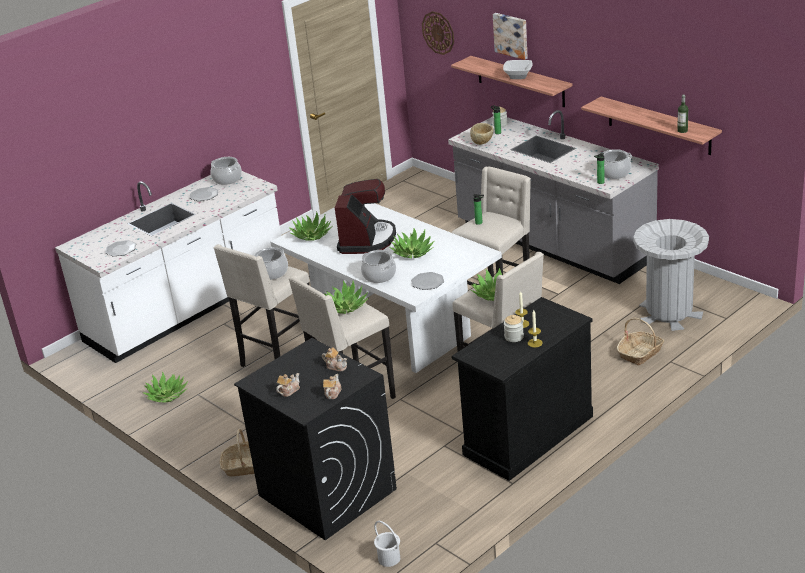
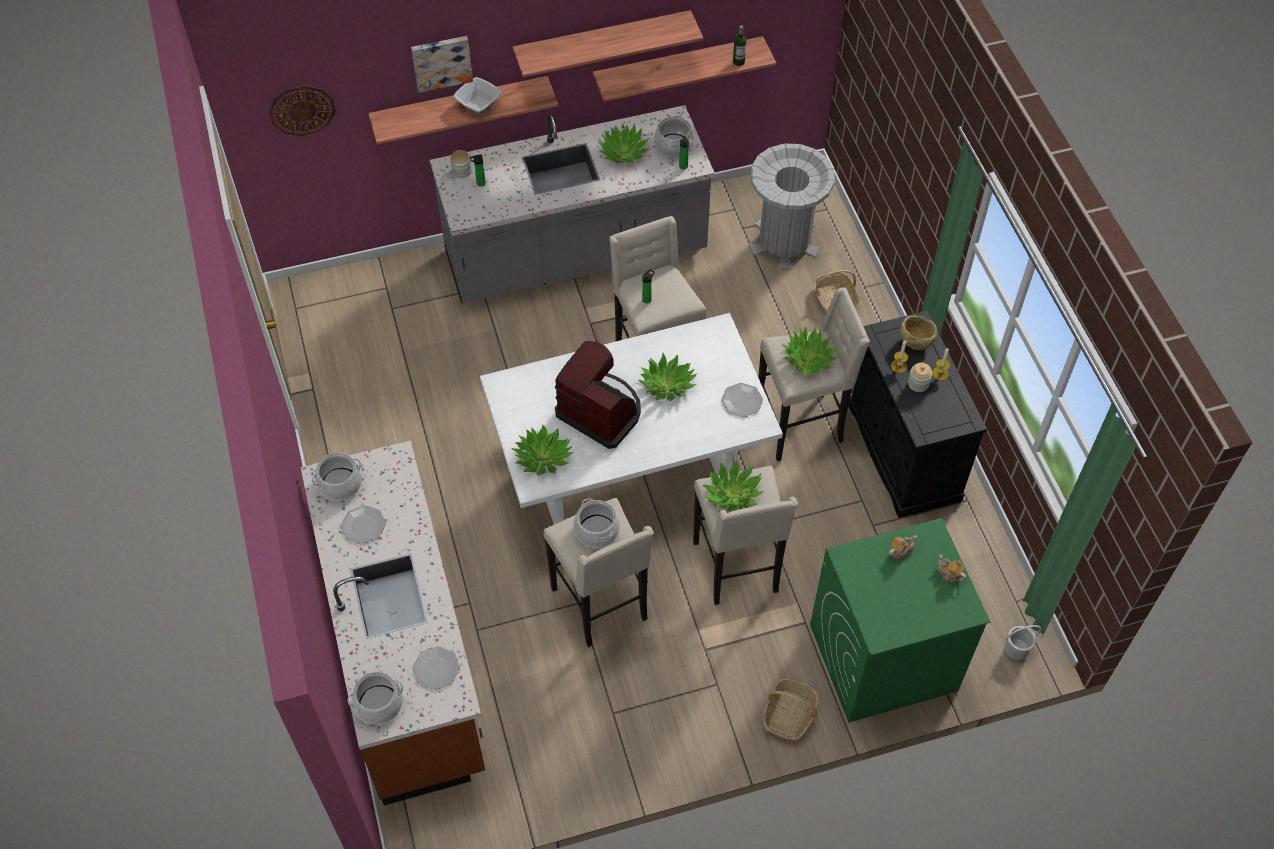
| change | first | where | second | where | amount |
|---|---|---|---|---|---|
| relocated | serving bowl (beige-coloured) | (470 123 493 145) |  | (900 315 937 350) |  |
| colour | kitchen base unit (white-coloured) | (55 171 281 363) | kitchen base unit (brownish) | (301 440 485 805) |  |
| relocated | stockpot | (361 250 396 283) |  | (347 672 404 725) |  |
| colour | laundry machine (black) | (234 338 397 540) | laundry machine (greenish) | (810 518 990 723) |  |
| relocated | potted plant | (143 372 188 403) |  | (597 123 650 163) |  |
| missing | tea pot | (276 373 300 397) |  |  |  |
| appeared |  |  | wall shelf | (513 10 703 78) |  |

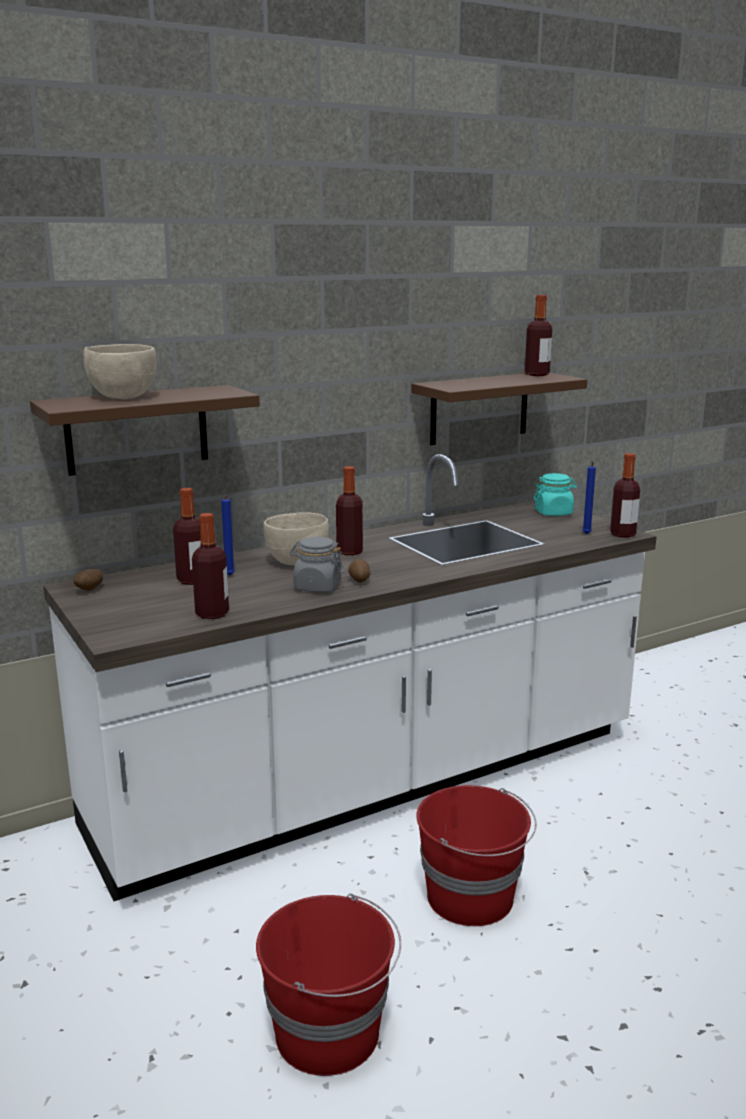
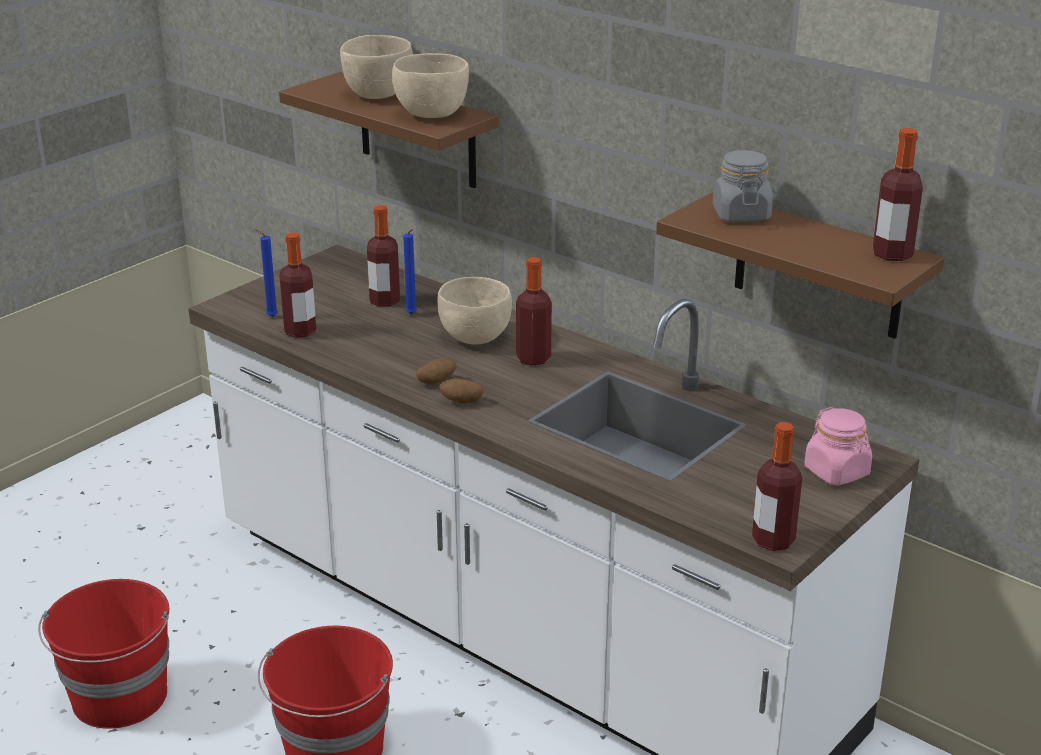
| change | first | where | second | where | amount |
|---|---|---|---|---|---|
| relocated | wax candle (blue-coloured) | (582 461 596 534) |  | (254 229 278 317) |  |
| colour | jar (blue-green) | (534 473 577 516) | jar (pinkish) | (805 407 872 486) |  |
| relocated | jar (greyish) | (290 537 344 592) |  | (713 150 773 222) |  |
| relocated | spud | (73 569 103 591) |  | (439 378 483 404) |  |
| appeared |  |  | serving bowl (beige-coloured) | (392 53 469 118) |  |

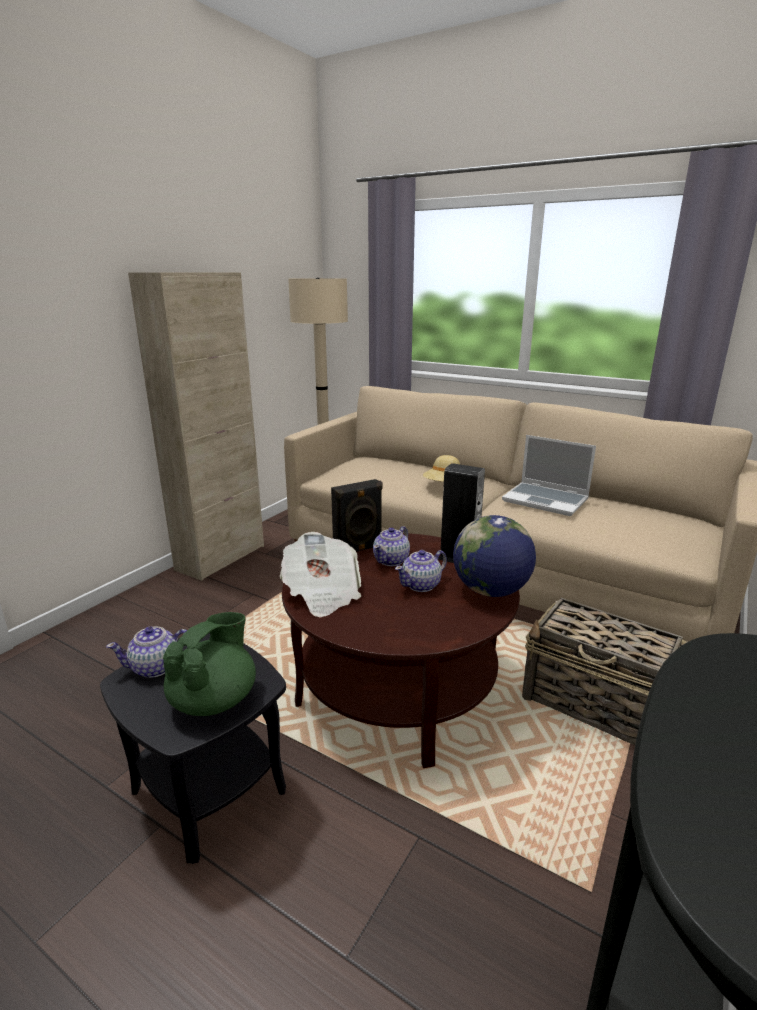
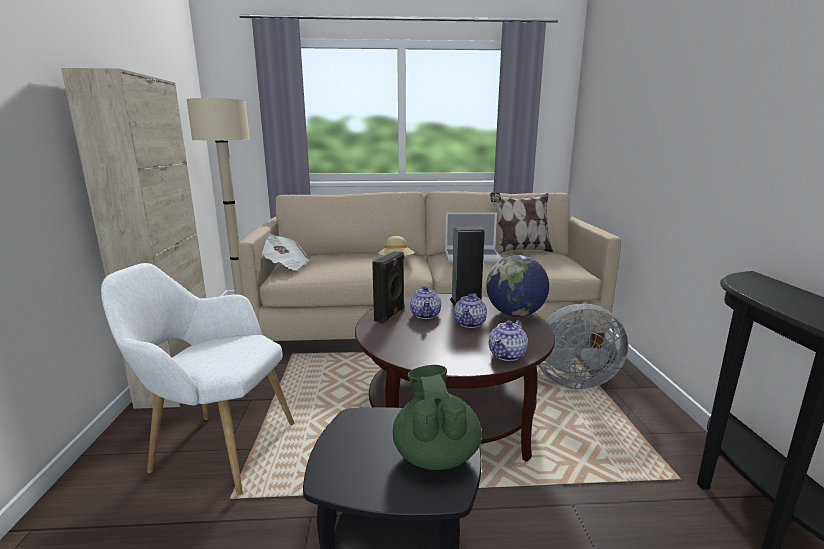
| change | first | where | second | where | amount |
|---|---|---|---|---|---|
| relocated | daily paper | (280 532 361 617) |  | (262 234 309 270) |  |
| exchanged | basket | (522 598 687 745) | electric fan (greyish) | (538 303 628 390) |  |
| relocated | tea pot | (106 626 187 678) |  | (489 320 528 361) |  |
| appeared |  |  | throw pillow | (490 192 553 254) |  |
| appeared |  |  | easy chair (white-coloured) | (101 263 294 496) |  |

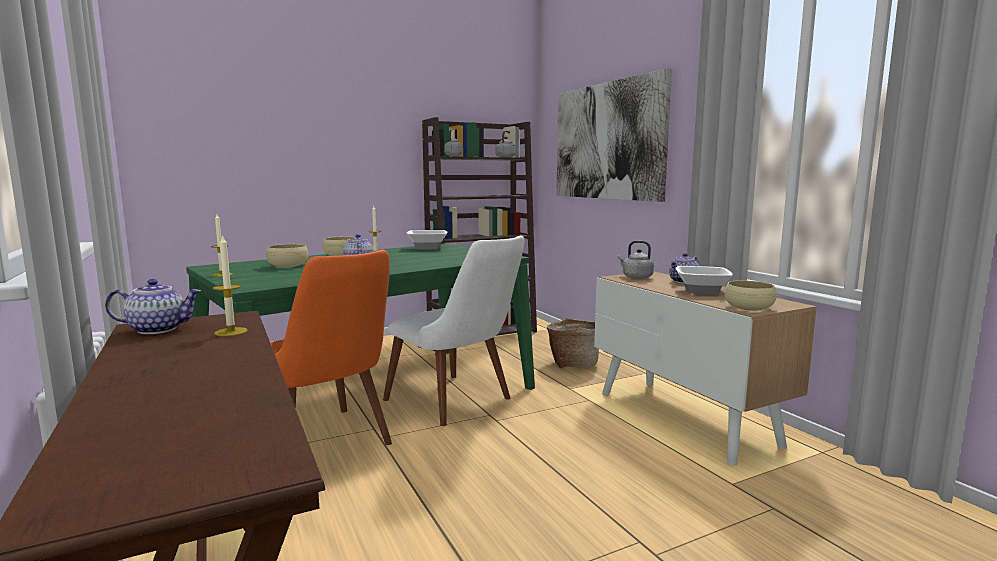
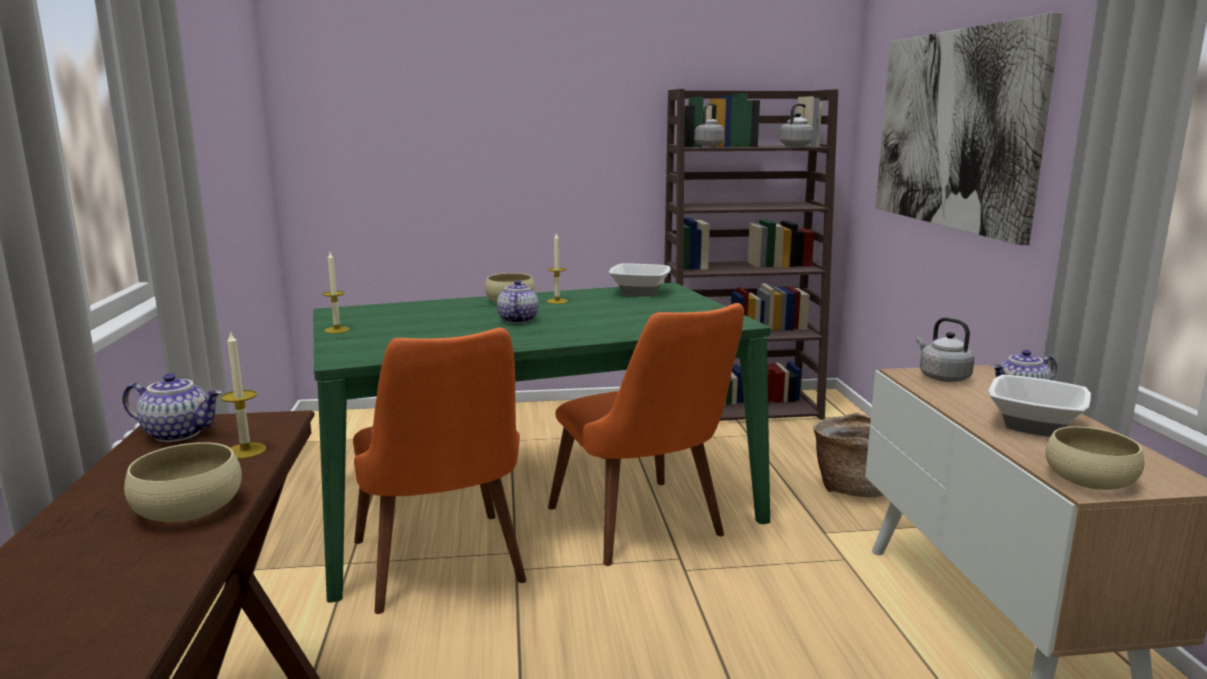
| change | first | where | second | where | amount |
|---|---|---|---|---|---|
| colour | plain chair (white-coloured) | (383 235 524 426) | plain chair (orange) | (548 303 744 566) |  |
| relocated | serving bowl (beige-coloured) | (266 244 309 267) |  | (124 442 242 522) |  |

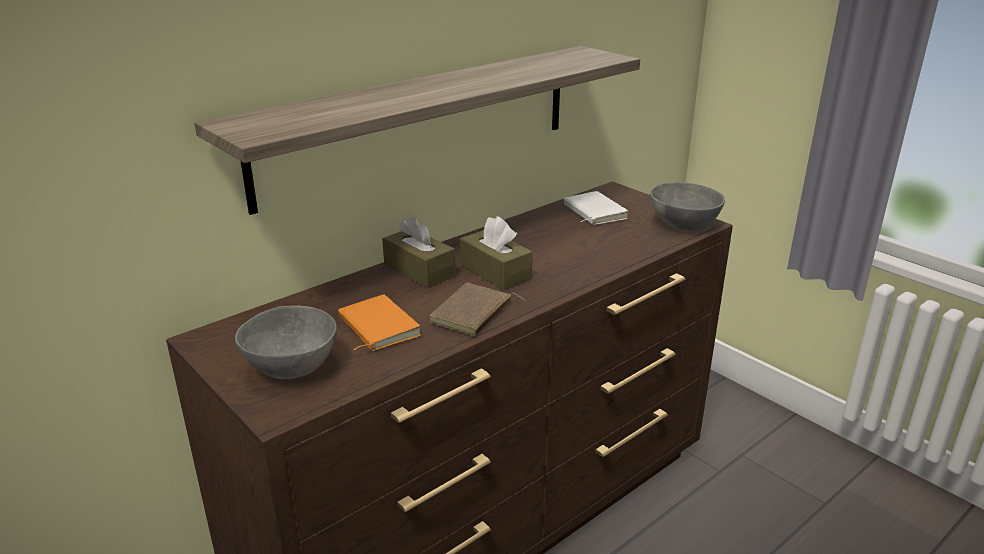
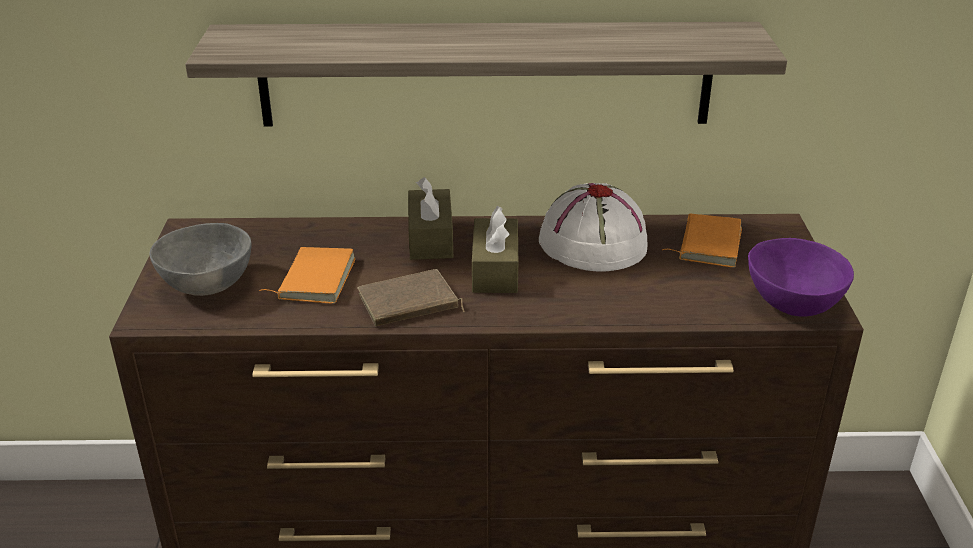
| change | first | where | second | where | amount |
|---|---|---|---|---|---|
| colour | serving bowl (greyish) | (650 182 725 231) | serving bowl (purple) | (748 238 854 317) |  |
| colour | volume (white-coloured) | (564 191 628 225) | volume (orange) | (662 214 742 268) |  |
| appeared |  |  | hat (white-coloured) | (539 183 648 272) |  |

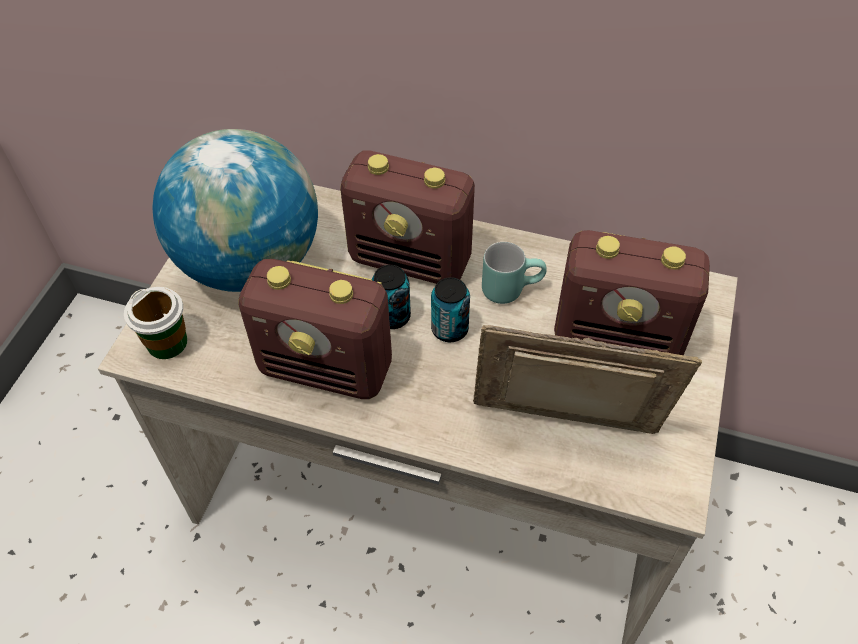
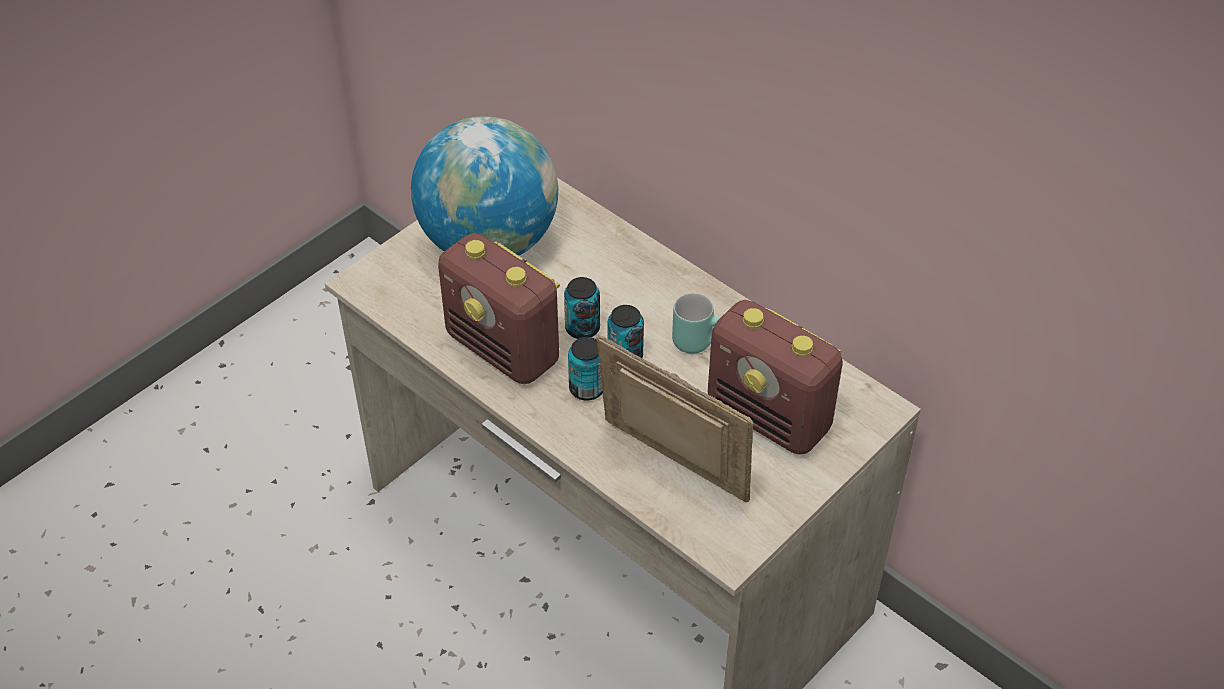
| change | first | where | second | where | amount |
|---|---|---|---|---|---|
| missing | radio receiver | (340 150 475 284) |  |  |  |
| missing | cup | (124 287 187 359) |  |  |  |
| appeared |  |  | sealed can | (568 337 603 401) |  |

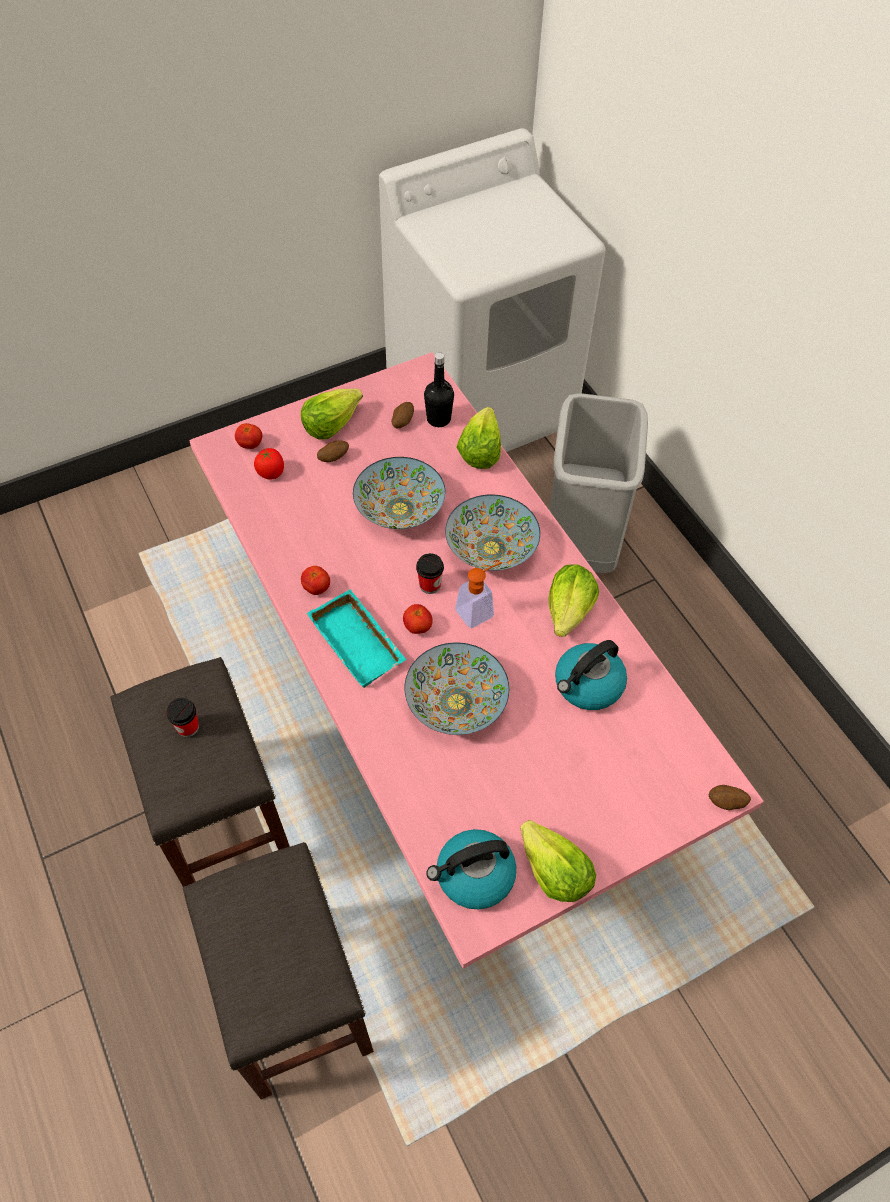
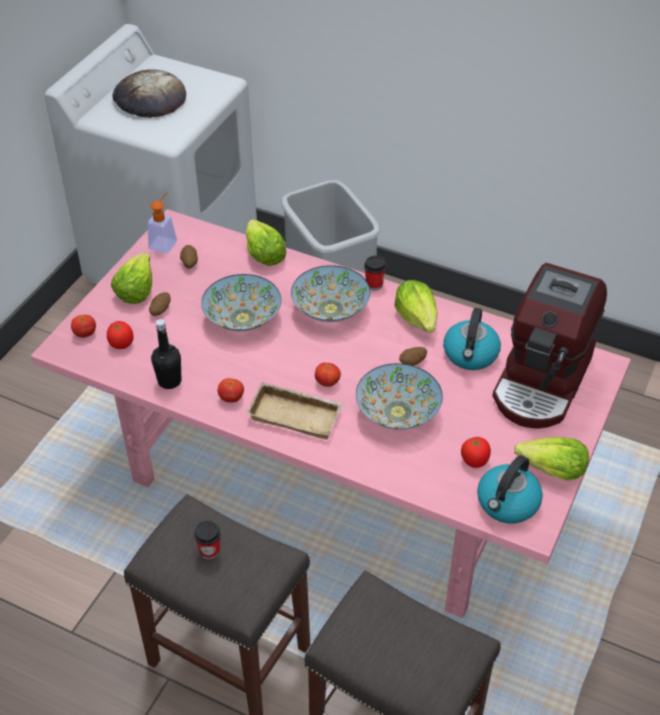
| change | first | where | second | where | amount |
|---|---|---|---|---|---|
| relocated | drink bottle (black) | (424 352 454 427) |  | (151 319 181 389) |  |
| relocated | cup | (416 553 444 594) |  | (364 255 386 290) |  |
| relocated | liquid soap bottle | (455 562 502 628) |  | (148 192 177 253) |  |
| colour | carrying tray (blue-green) | (307 589 406 688) | carrying tray (beige-coloured) | (246 382 343 439) |  |
| relocated | spud | (709 785 751 810) |  | (399 347 427 365) |  |
| appeared |  |  | bread | (113 69 186 118) |  |
| appeared |  |  | coffee maker | (492 263 607 429) |  |
| appeared |  |  | fresh tomato | (461 437 491 468) |  |

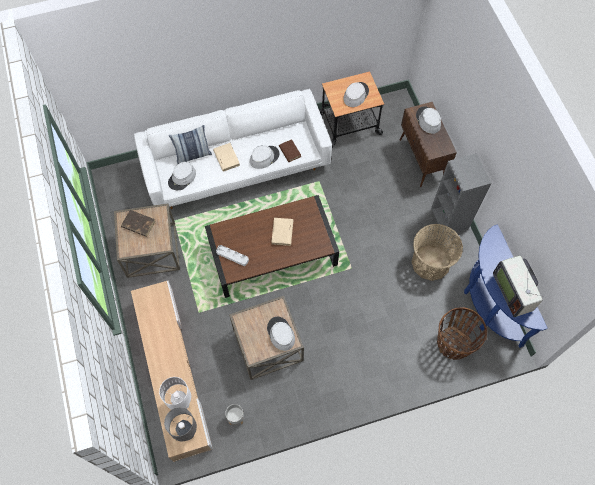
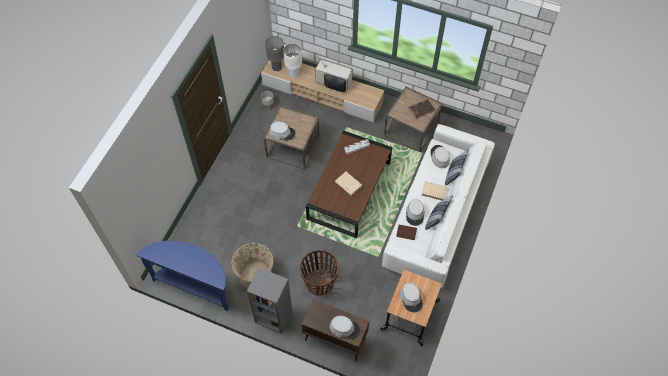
| change | first | where | second | where | amount |
|---|---|---|---|---|---|
| relocated | television | (493 256 543 317) |  | (315 59 353 92) |  |
| relocated | basket | (437 307 487 360) |  | (300 250 338 295) |  |
| appeared |  |  | throw pillow | (425 195 453 230) |  |

